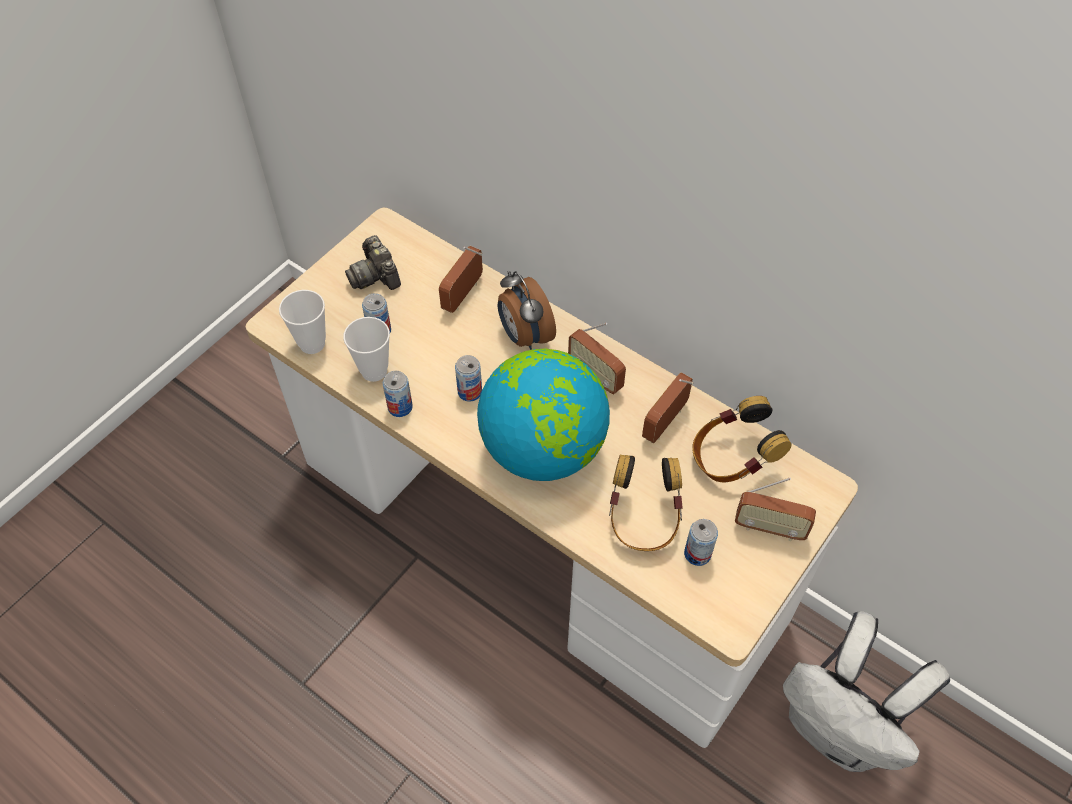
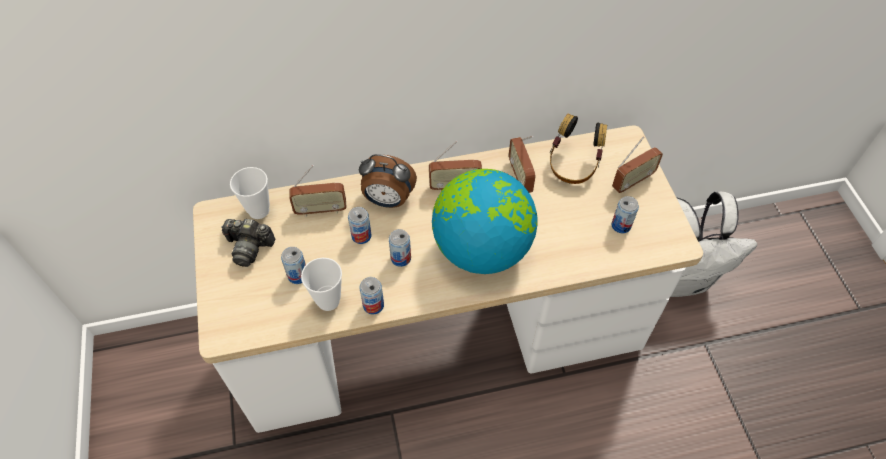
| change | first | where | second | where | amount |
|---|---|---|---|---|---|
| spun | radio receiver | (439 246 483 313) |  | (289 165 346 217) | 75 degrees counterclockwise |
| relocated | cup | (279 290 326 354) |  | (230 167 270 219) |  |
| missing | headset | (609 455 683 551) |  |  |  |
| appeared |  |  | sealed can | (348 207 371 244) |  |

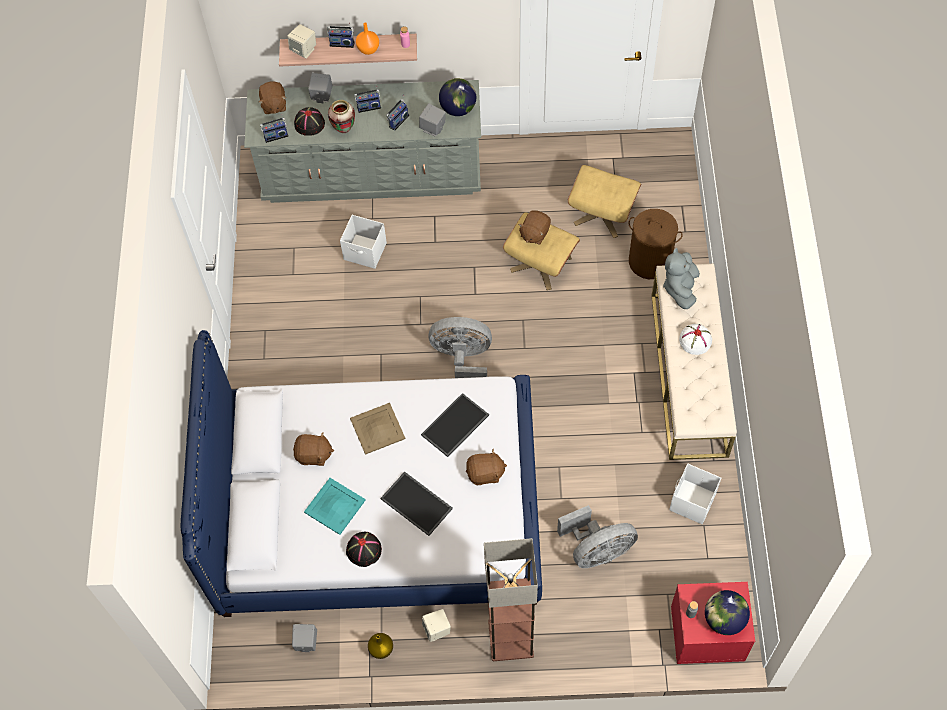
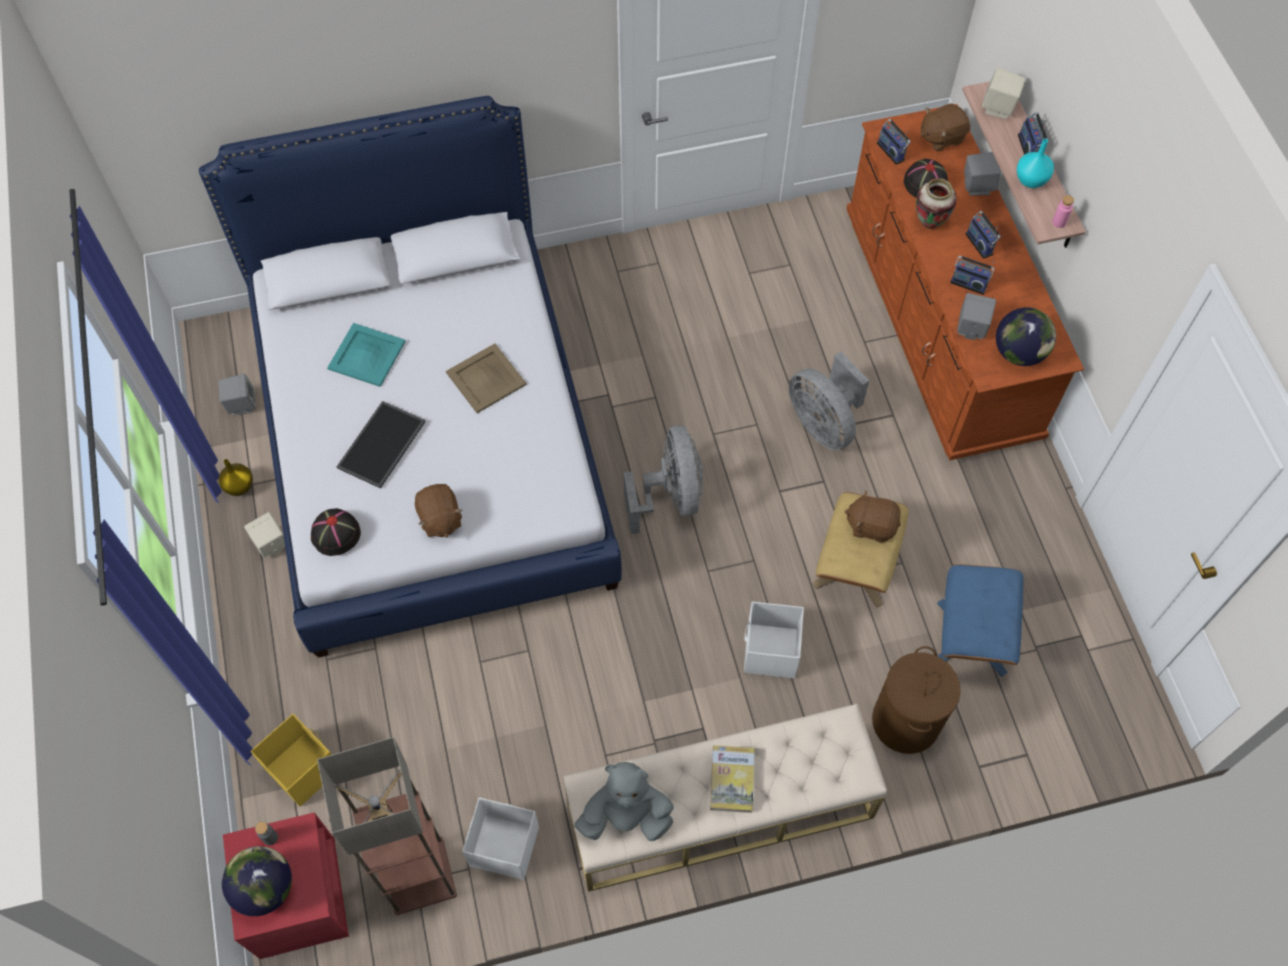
| change | first | where | second | where | amount |
|---|---|---|---|---|---|
| colour | decorative vase (orange) | (356 22 379 55) | decorative vase (blue-green) | (1017 139 1054 188) |  |
| colour | drawer chest (greyish) | (244 80 481 203) | drawer chest (brownish) | (846 104 1084 460) |  |
| colour | footrest (beige-coloured) | (568 165 641 238) | footrest (blue-coloured) | (937 564 1023 677) |  |
| relocated | storage box (white-coloured) | (340 215 387 269) |  | (744 602 804 678) |  |
| relocated | cuddly toy (greyish) | (663 248 700 309) |  | (574 762 674 841) |  |
| exchanged | hat (white-coloured) | (679 324 712 355) | volume | (710 745 754 813) |  |
| missing | carrying tray | (421 393 489 457) |  |  |  |
| missing | cuddly toy (brownish) | (293 432 334 466) |  |  |  |
| relocated | electric fan (greyish) | (557 505 638 568) |  | (788 351 869 450) |  |
| relocated | hat (black) | (346 532 382 567) |  | (311 508 361 556) |  |
| relocated | standard lamp | (484 538 538 661) |  | (317 737 457 915) |  |
| appeared |  |  | storage box (yellow) | (251 714 332 807) |  |

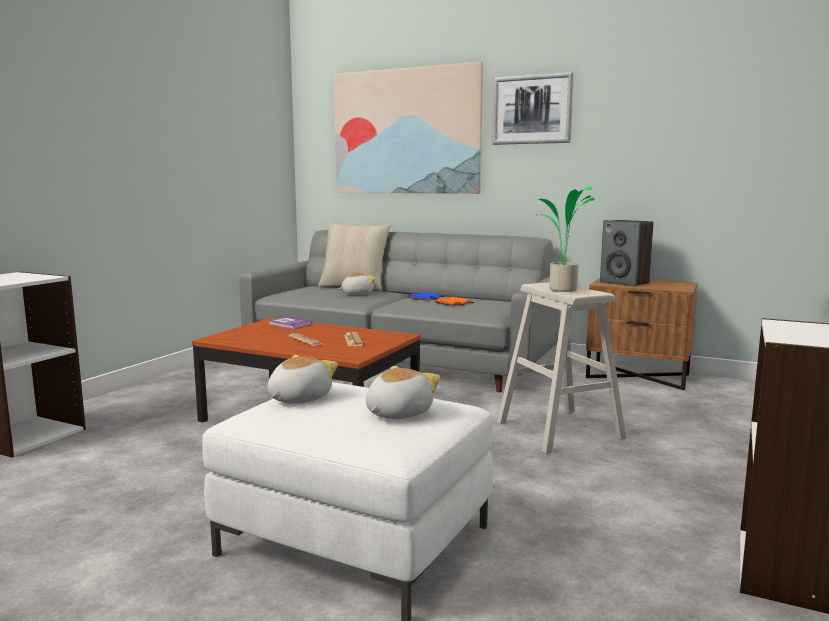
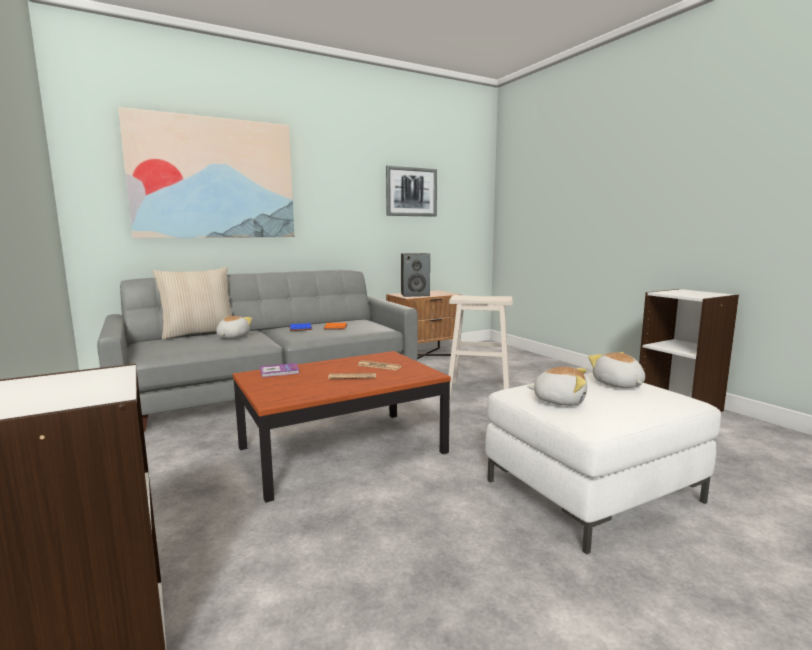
| change | first | where | second | where | amount |
|---|---|---|---|---|---|
| relocated | wall picture | (492 72 574 145) |  | (386 166 437 217) |  |
| missing | potted plant | (536 186 594 292) |  |  |  |
| spun | cuddly toy | (268 355 338 404) |  | (527 367 587 406) | 135 degrees clockwise |

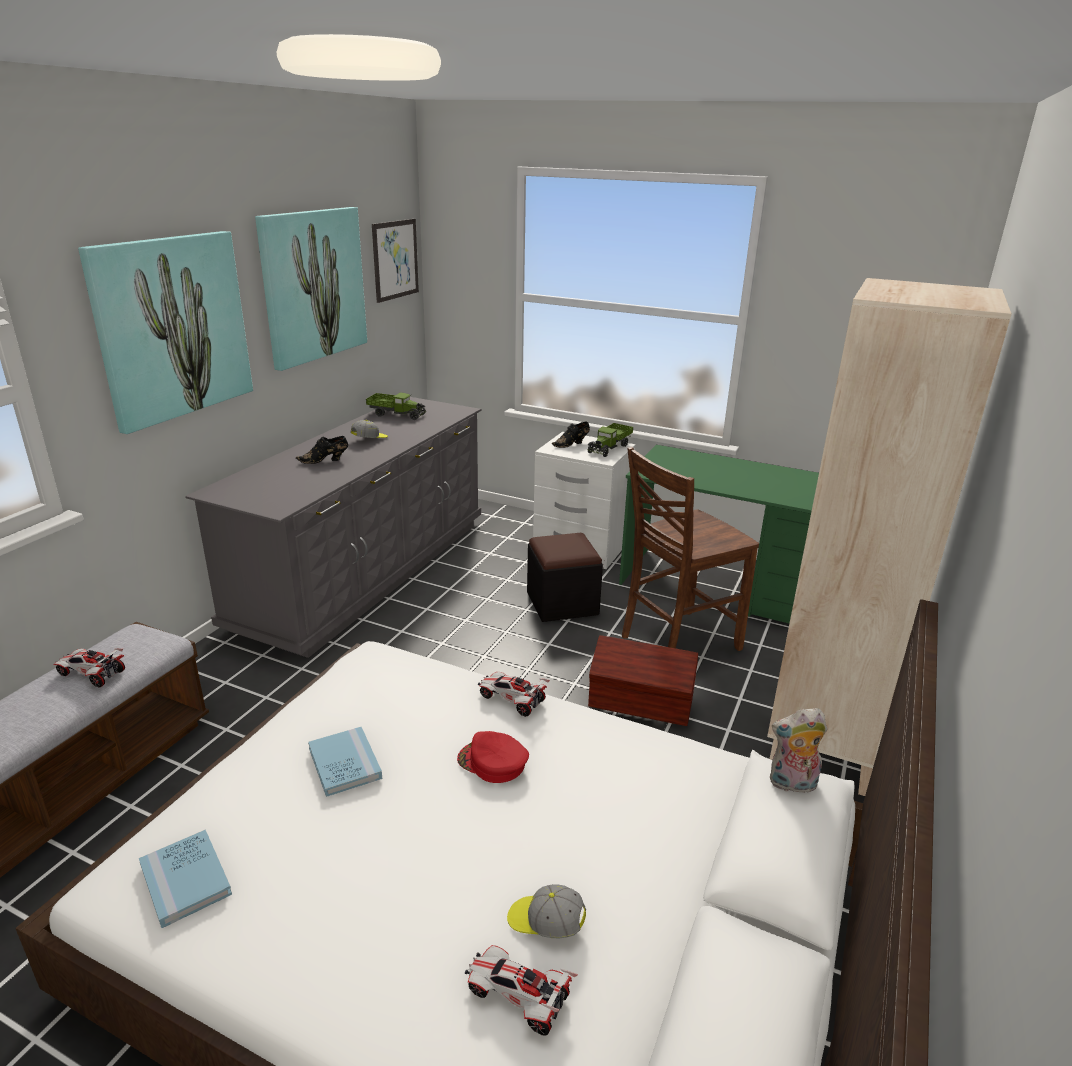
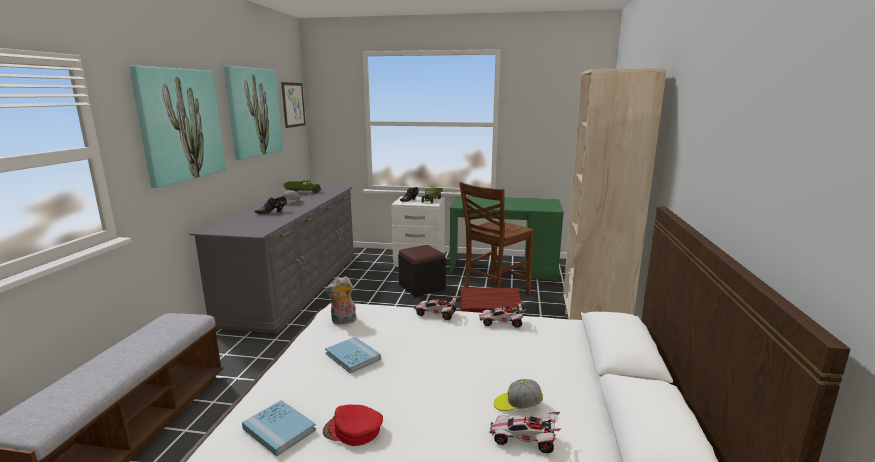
| change | first | where | second | where | amount |
|---|---|---|---|---|---|
| relocated | toy car | (53 648 125 688) |  | (479 302 526 328) |  |
| relocated | cuddly toy | (770 708 827 793) |  | (325 276 357 325) |  |
| relocated | cap (red-coloured) | (457 731 529 783) |  | (323 405 383 446) |  |

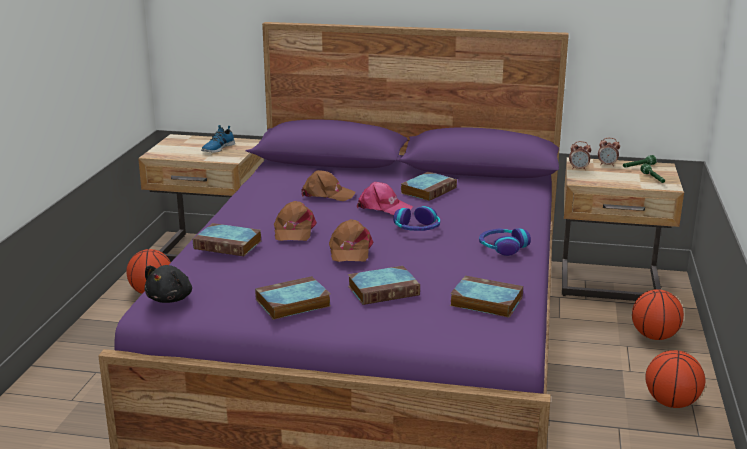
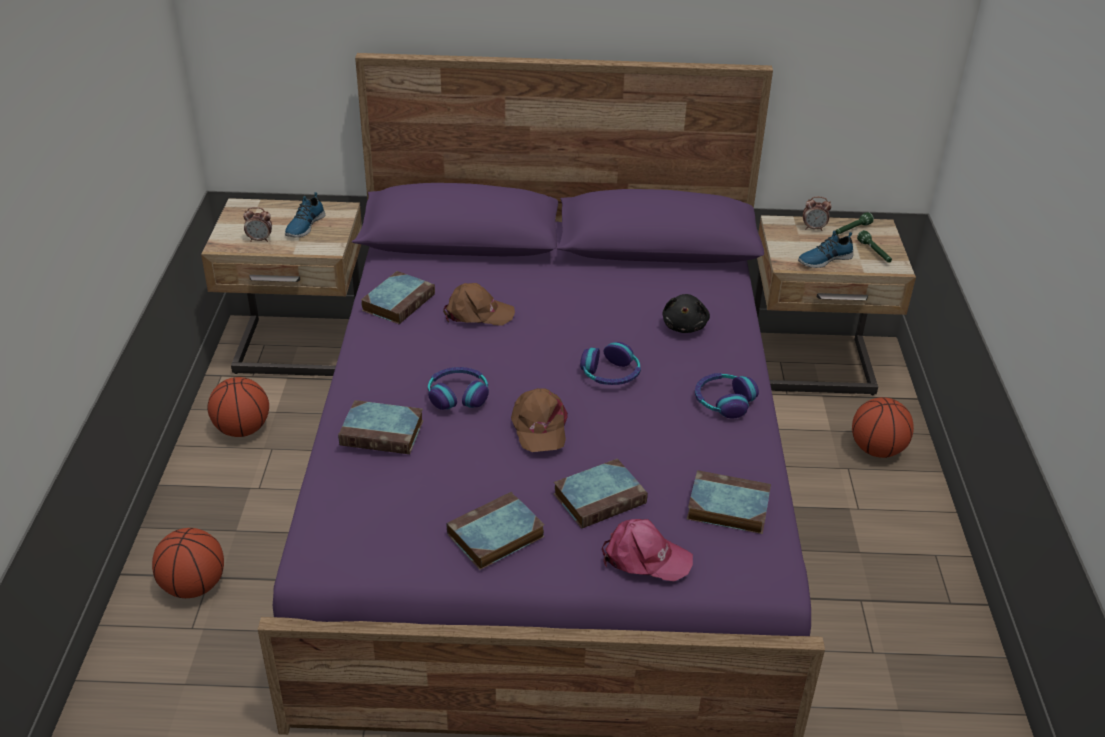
| change | first | where | second | where | amount |
|---|---|---|---|---|---|
| relocated | bedside clock | (569 141 592 170) |  | (243 207 272 242) |  |
| relocated | volume | (401 172 457 201) |  | (361 271 435 324) |  |
| relocated | cap (pinkish) | (357 182 413 215) |  | (602 519 693 581) |  |
| exchanged | cap (brownish) | (274 201 317 241) | headset | (428 367 489 410) |  |
| relocated | cuddly toy (black) | (145 265 192 303) |  | (662 294 710 333) |  |
| relocated | basketball | (645 350 705 408) |  | (152 528 224 598) |  |
| appeared |  |  | item of footwear | (798 231 853 268) |  |

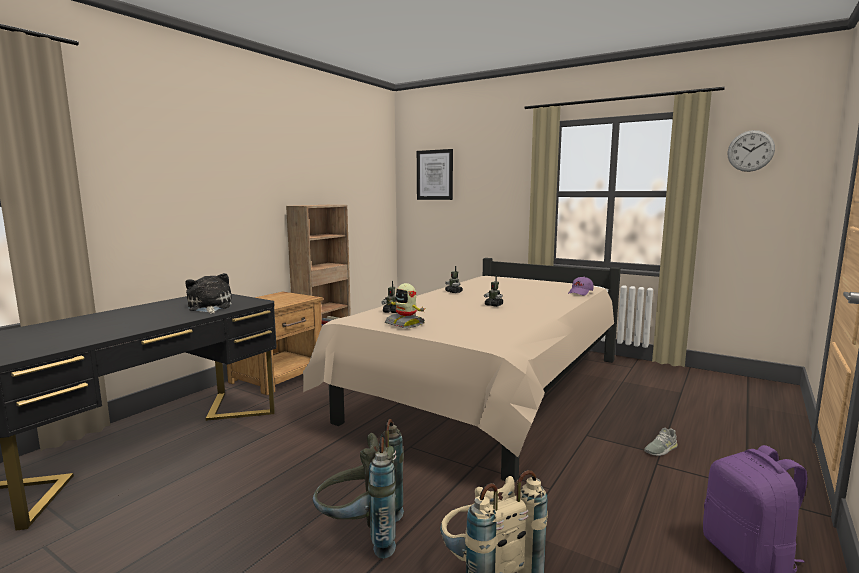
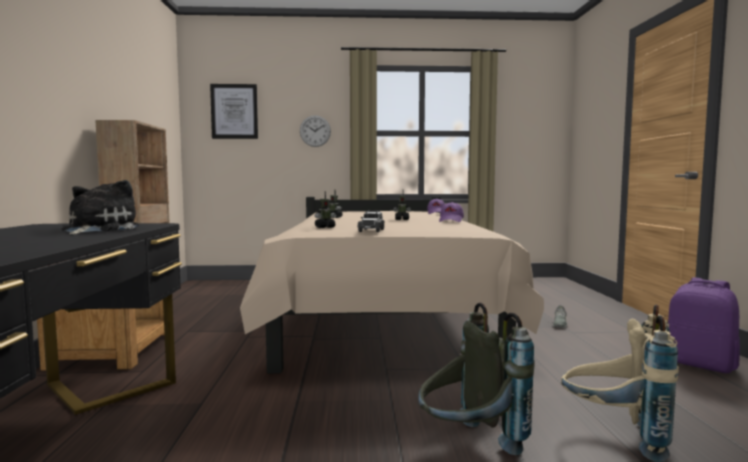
| change | first | where | second | where | amount |
|---|---|---|---|---|---|
| relocated | clock on the wall | (727 130 775 172) |  | (300 115 331 147) |  |
| spun | cuddly toy | (185 273 232 314) |  | (61 180 139 235) | 60 degrees clockwise |
| exchanged | robot figure | (385 283 426 328) | toy car | (358 211 385 232) |  |
| appeared |  |  | cap (purple) | (439 202 464 222) |  |

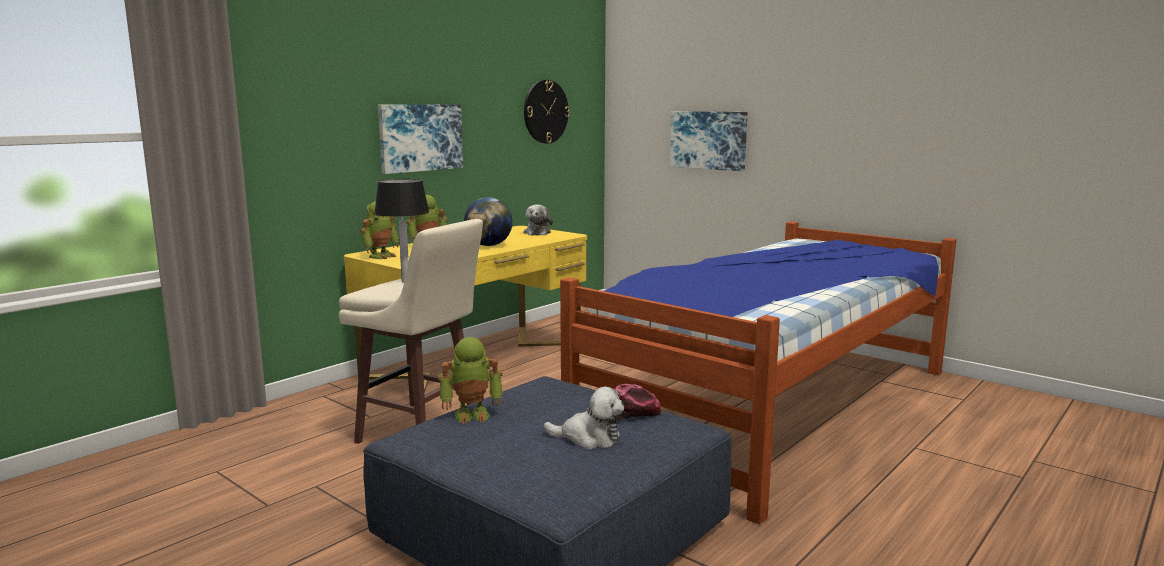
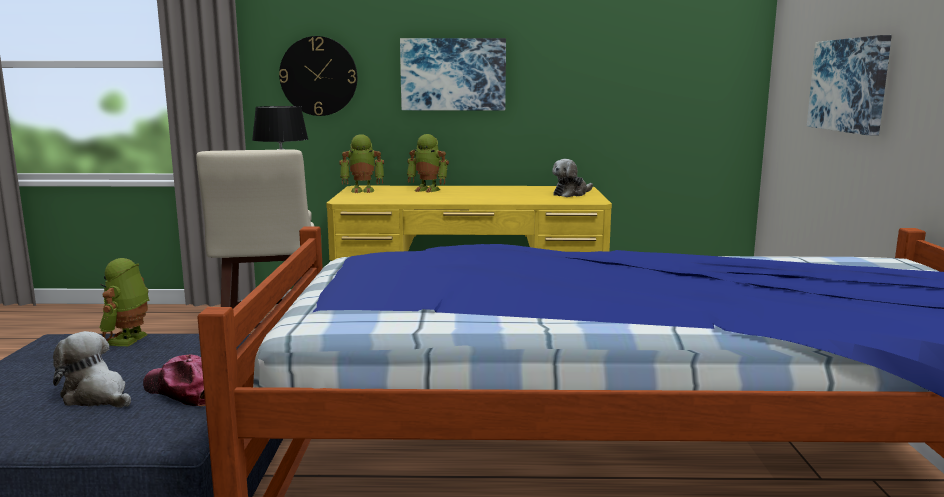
| change | first | where | second | where | amount |
|---|---|---|---|---|---|
| relocated | clock on the wall | (524 80 570 144) |  | (279 36 357 116) |  |
| missing | world globe | (464 197 513 246) |  |  |  |
| spun | robot figure | (438 337 502 424) |  | (99 258 150 346) | 60 degrees clockwise |
| spun | cuddly toy | (544 387 624 449) |  | (53 331 131 407) | 150 degrees clockwise |

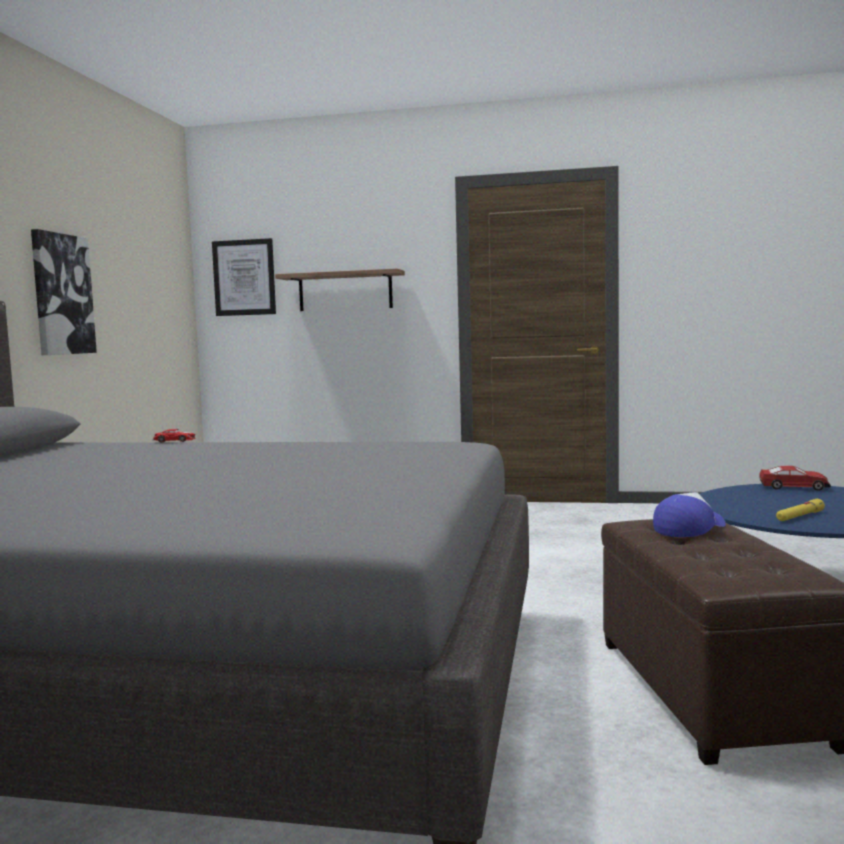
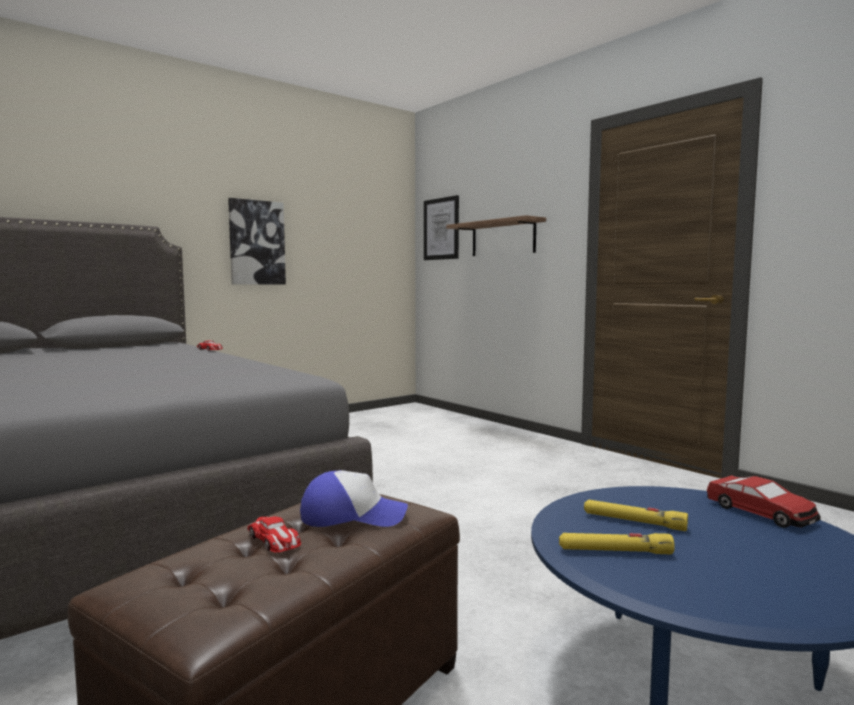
| change | first | where | second | where | amount |
|---|---|---|---|---|---|
| appeared |  |  | hand torch (yellow) | (584 500 688 531) |  |
| appeared |  |  | toy car | (247 516 301 553) |  |

